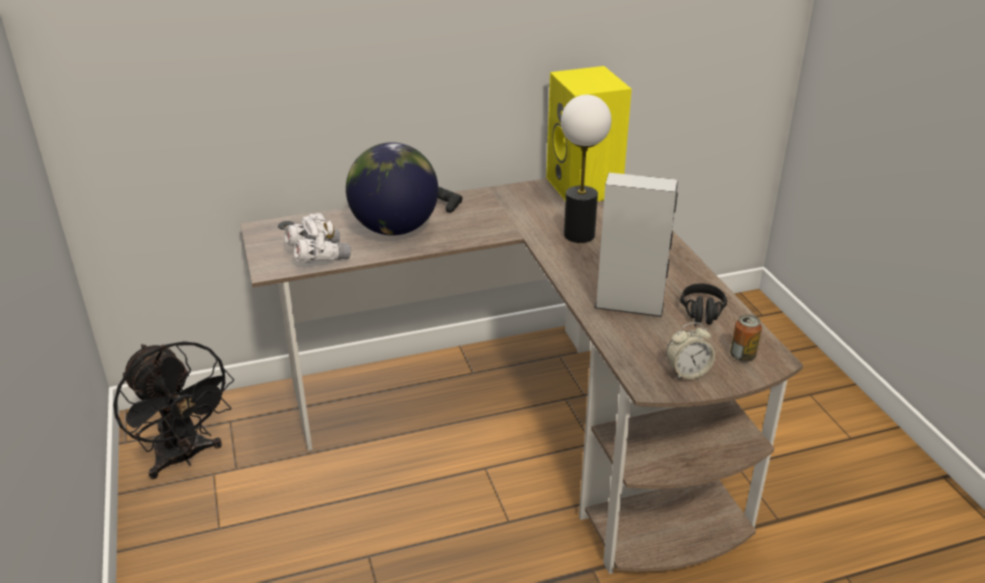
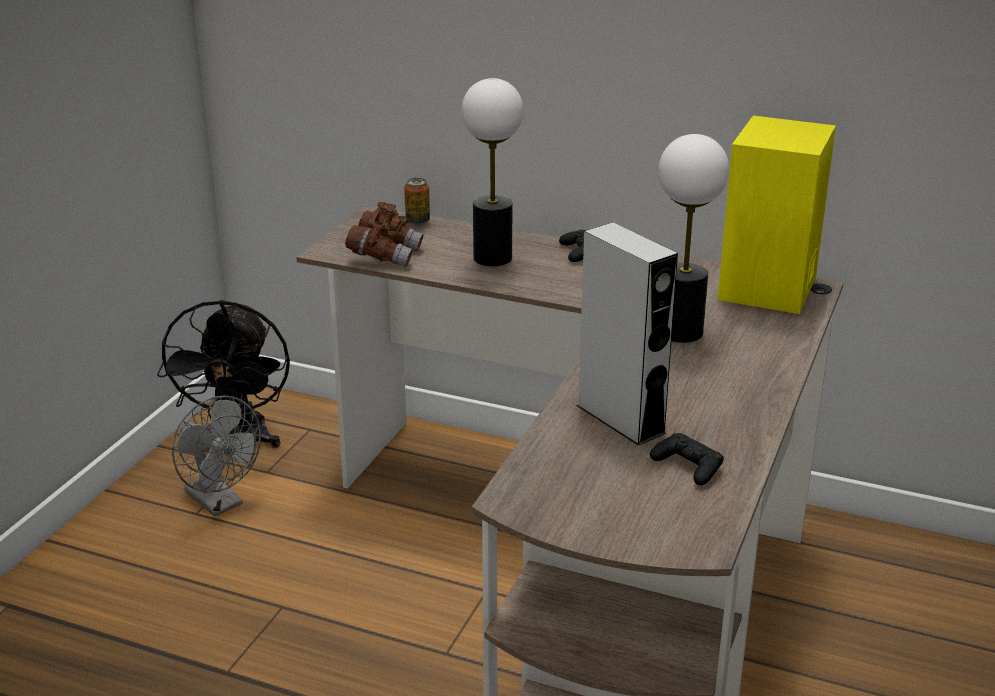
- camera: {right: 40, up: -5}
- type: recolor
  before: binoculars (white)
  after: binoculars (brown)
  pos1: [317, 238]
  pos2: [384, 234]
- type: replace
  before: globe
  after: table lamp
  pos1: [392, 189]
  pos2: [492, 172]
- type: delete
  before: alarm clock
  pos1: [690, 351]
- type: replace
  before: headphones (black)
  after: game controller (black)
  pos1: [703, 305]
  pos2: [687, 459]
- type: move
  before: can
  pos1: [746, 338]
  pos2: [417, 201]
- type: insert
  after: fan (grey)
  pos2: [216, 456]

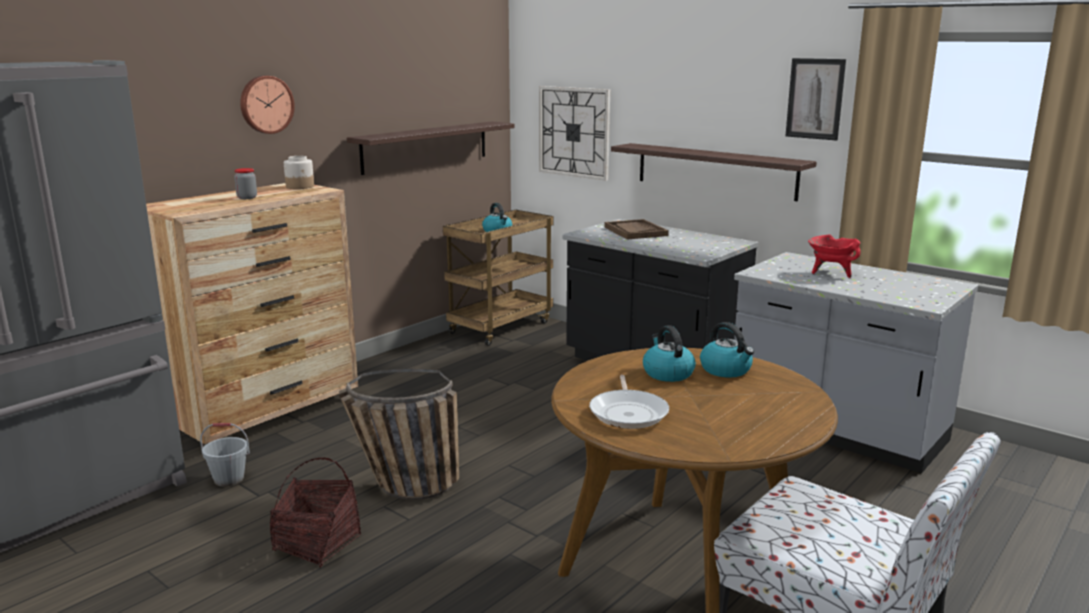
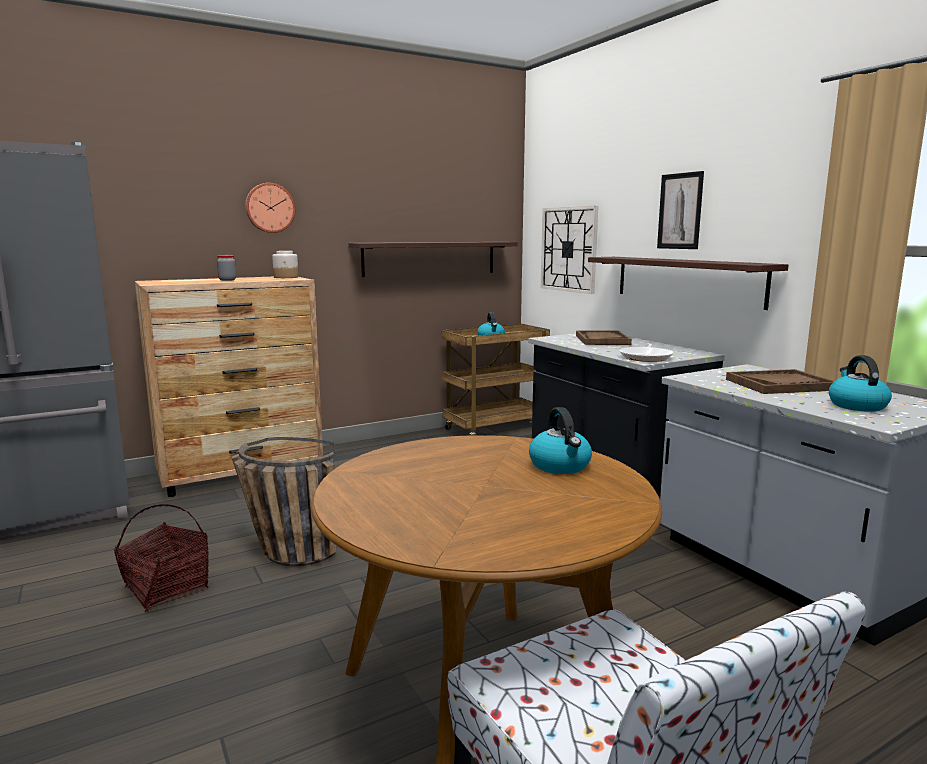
- camera: {right: 20, up: -5}
- type: delete
  before: bucket (grey)
  pos1: [225, 454]
- type: move
  before: frying pan
  pos1: [629, 402]
  pos2: [646, 352]
- type: move
  before: kettle
  pos1: [669, 353]
  pos2: [860, 383]
- type: move
  before: picture
  pos1: [816, 99]
  pos2: [680, 210]
- type: replace
  before: cooking pot (red)
  after: tray (brown)
  pos1: [834, 256]
  pos2: [780, 381]

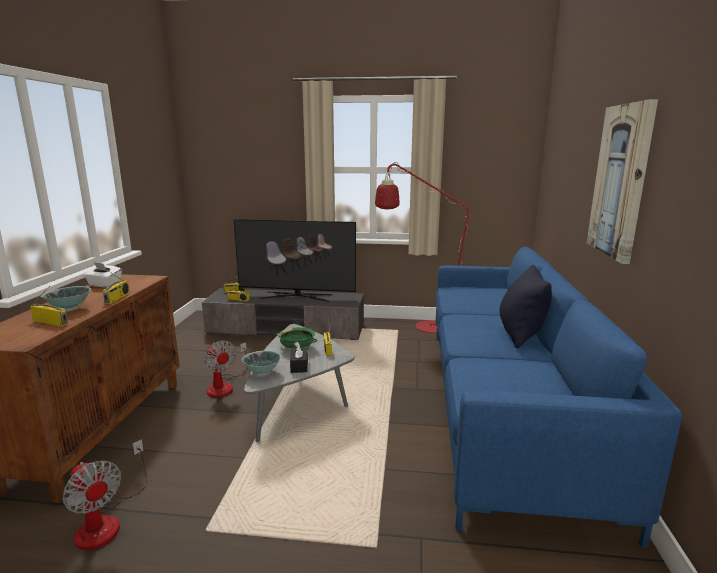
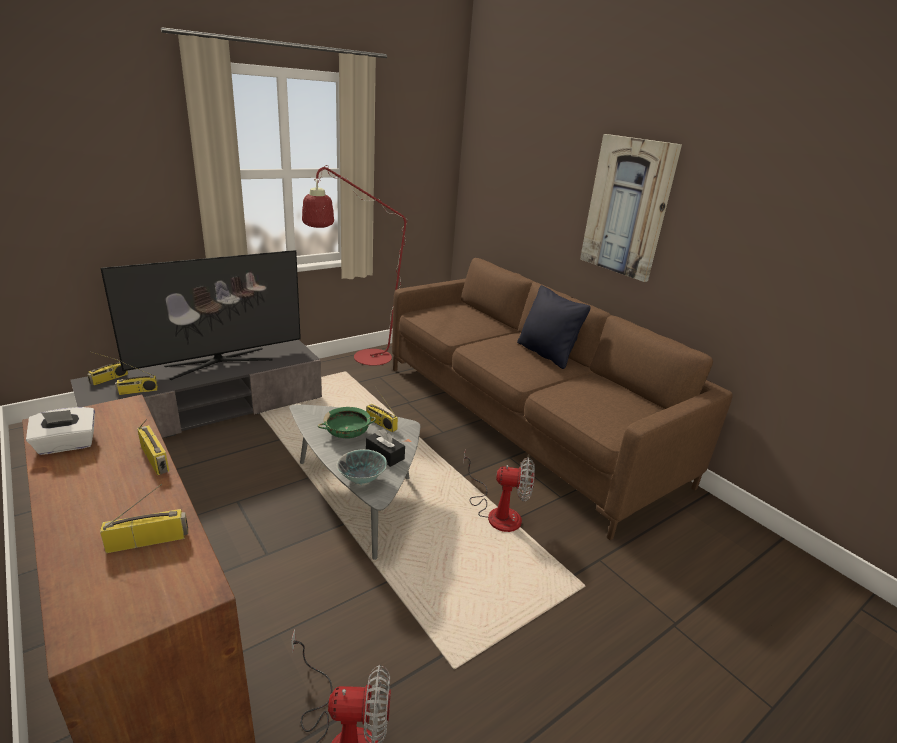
- camera: {right: -45, up: 10}
- type: delete
  before: bowl
  pos1: [66, 299]
- type: move
  before: fan
  pos1: [226, 369]
  pos2: [499, 490]
- type: recolor
  before: sofa (blue)
  after: sofa (brown)
  pos1: [559, 397]
  pos2: [562, 399]

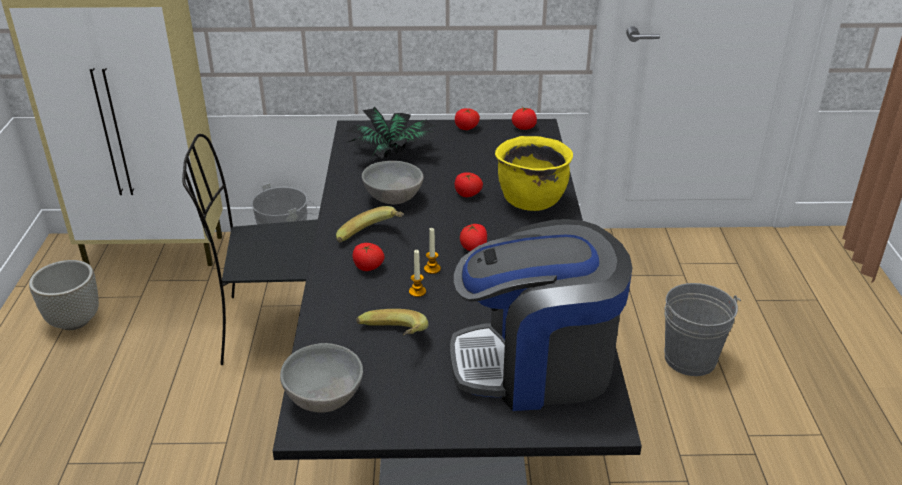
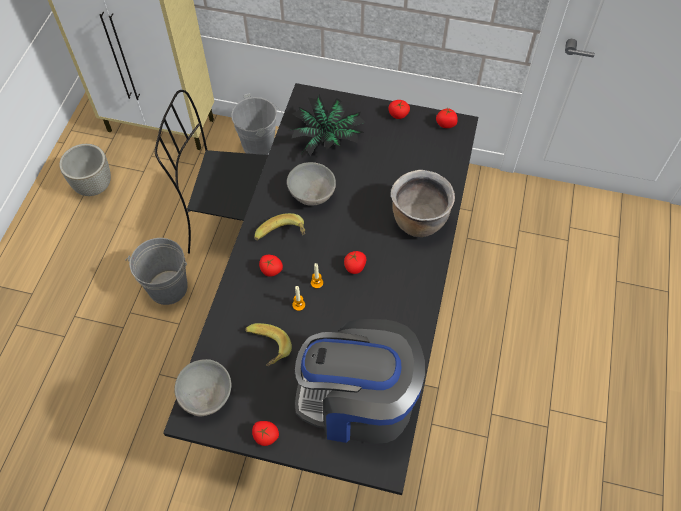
- camera: {right: 15, up: 25}
- type: move
  before: tomato
  pos1: [469, 184]
  pos2: [265, 433]
- type: recolor
  before: cooking pot (yellow)
  after: cooking pot (brown)
  pos1: [534, 173]
  pos2: [423, 203]
- type: move
  before: bucket (grey)
  pos1: [702, 329]
  pos2: [156, 271]

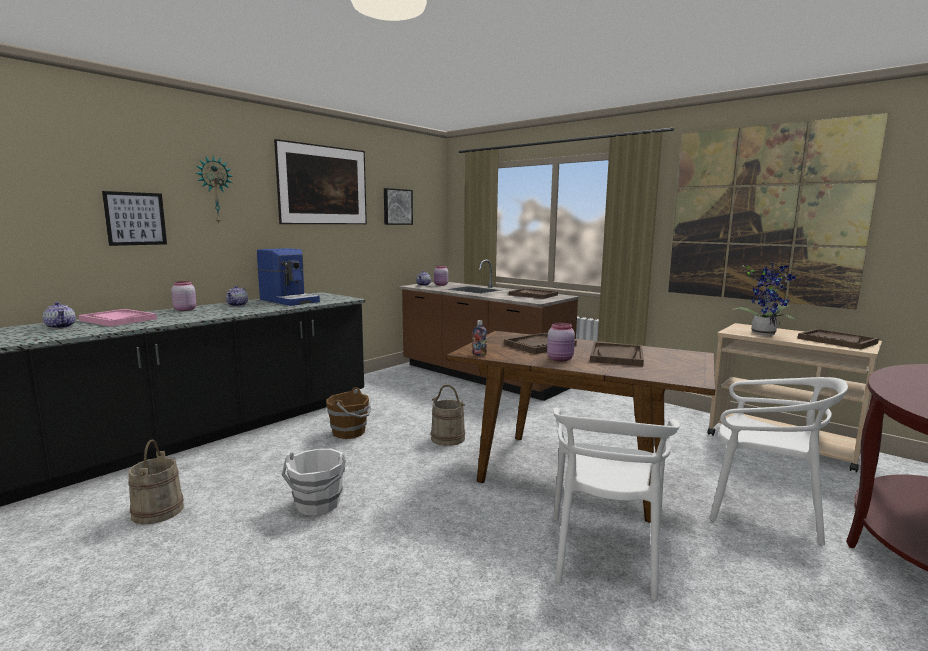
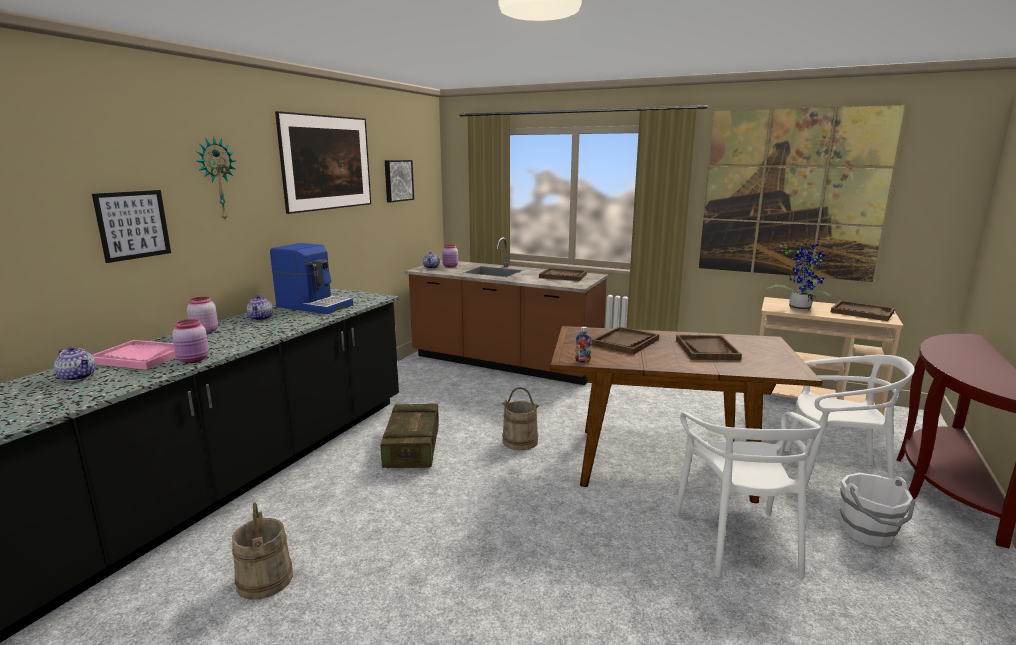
- camera: {right: -15, up: 5}
- type: move
  before: bucket (white)
  pos1: [314, 482]
  pos2: [877, 510]
- type: replace
  before: bucket (brown)
  after: crate
  pos1: [348, 413]
  pos2: [409, 436]
- type: move
  before: jar (pink)
  pos1: [561, 342]
  pos2: [190, 341]

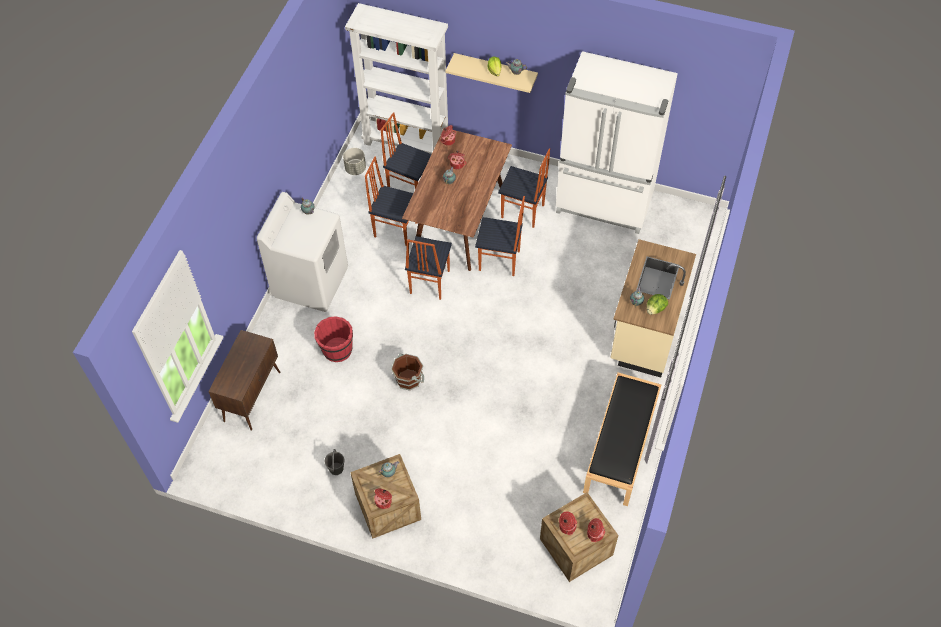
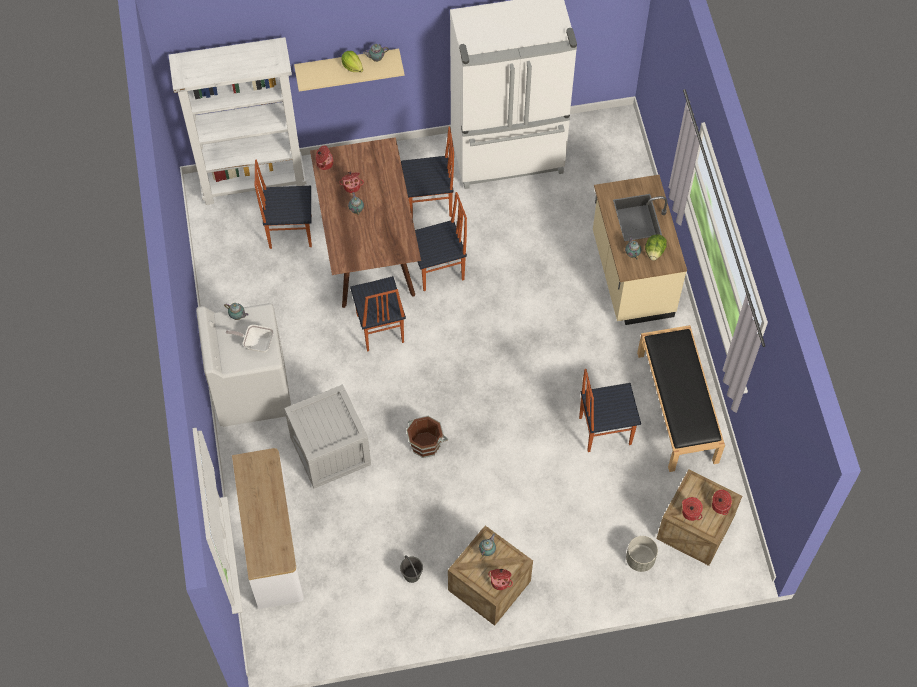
- camera: {right: -30, up: 5}
- type: replace
  before: cabinet (brown)
  after: console table
  pos1: [244, 380]
  pos2: [268, 528]
- type: replace
  before: bucket (red)
  after: crate
  pos1: [333, 339]
  pos2: [327, 436]
- type: move
  before: planter (grey)
  pos1: [354, 161]
  pos2: [642, 554]
- type: move
  before: chair
  pos1: [391, 201]
  pos2: [610, 410]
- type: insert
  after: frying pan
  pos2: [250, 338]

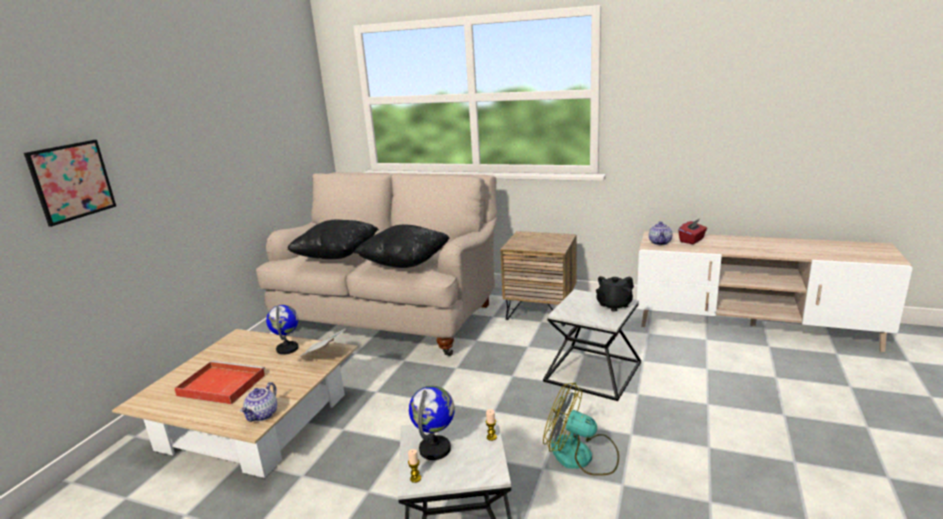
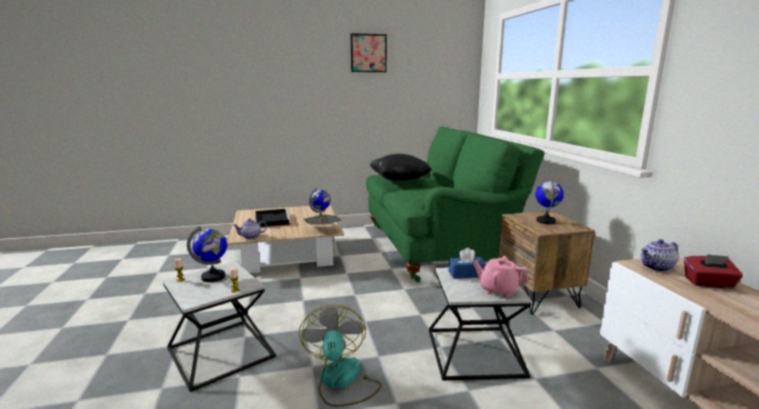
- camera: {right: 55, up: -5}
- type: move
  before: picture
  pos1: [70, 183]
  pos2: [369, 52]
- type: recolor
  before: tray (red)
  after: tray (black)
  pos1: [219, 383]
  pos2: [273, 218]
- type: recolor
  before: sofa (beige)
  after: sofa (green)
  pos1: [376, 264]
  pos2: [455, 204]
- type: delete
  before: pillow (black)
  pos1: [402, 246]
- type: recolor
  before: teapot (black)
  after: teapot (pink)
  pos1: [615, 294]
  pos2: [500, 277]
- type: insert
  after: tissue box (blue)
  pos2: [467, 263]
- type: insert
  after: globe
  pos2: [550, 202]

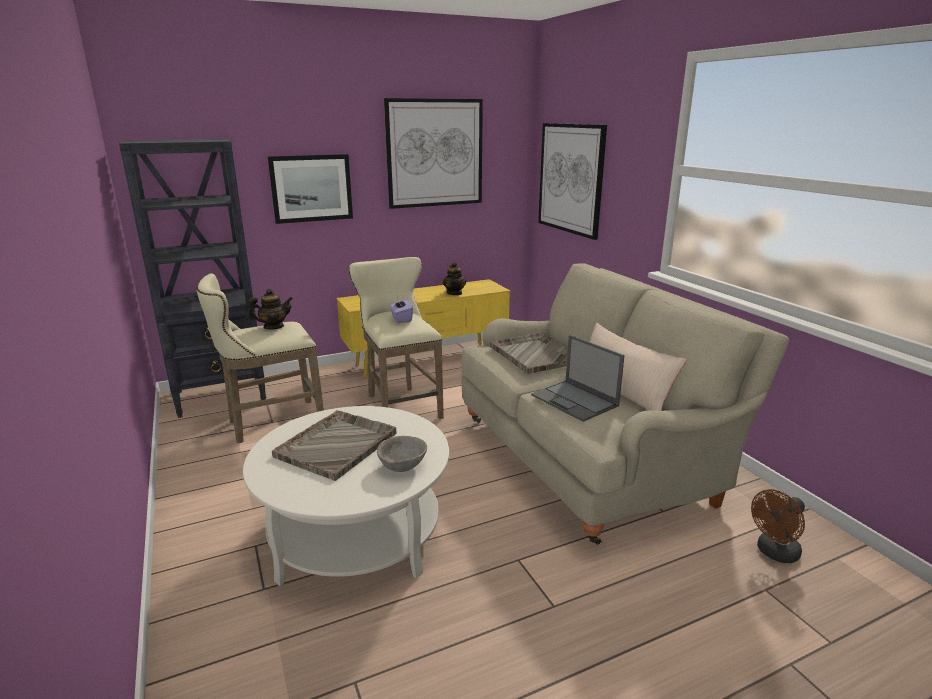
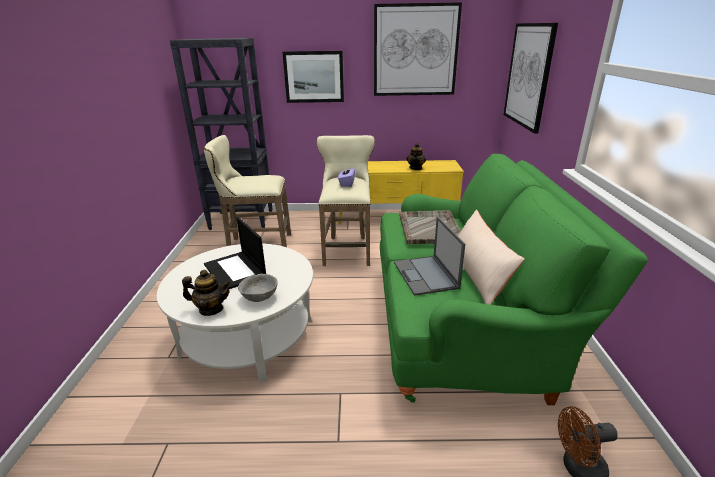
- camera: {right: 25, up: 5}
- type: move
  before: teapot
  pos1: [270, 309]
  pos2: [206, 293]
- type: replace
  before: tray (grey)
  after: laptop
  pos1: [334, 445]
  pos2: [235, 253]
- type: recolor
  before: sofa (beige)
  after: sofa (green)
  pos1: [625, 404]
  pos2: [514, 279]

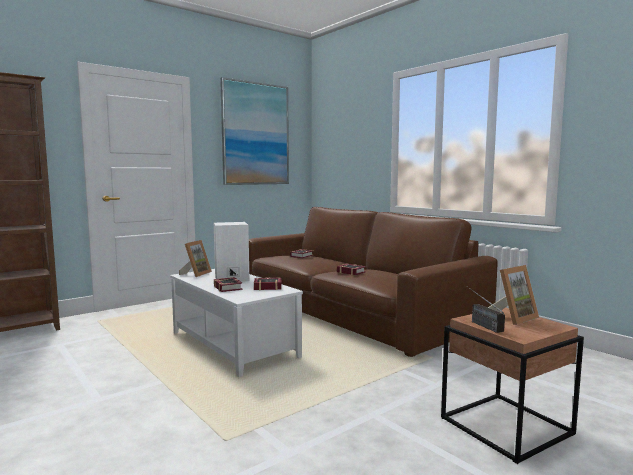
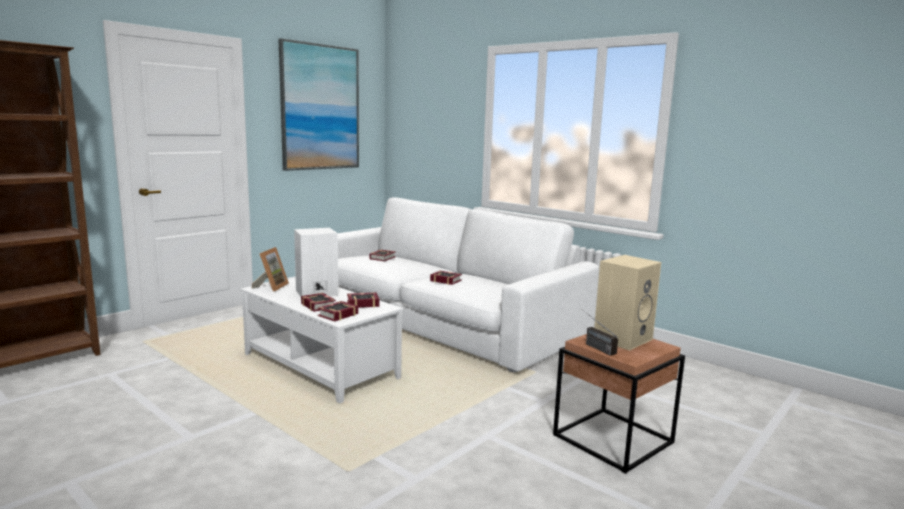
- camera: {right: -10, up: 5}
- type: recolor
  before: sofa (brown)
  after: sofa (white)
  pos1: [373, 282]
  pos2: [468, 284]
- type: replace
  before: picture frame
  after: speaker (beige)
  pos1: [513, 295]
  pos2: [627, 303]
- type: insert
  after: book
  pos2: [337, 311]

